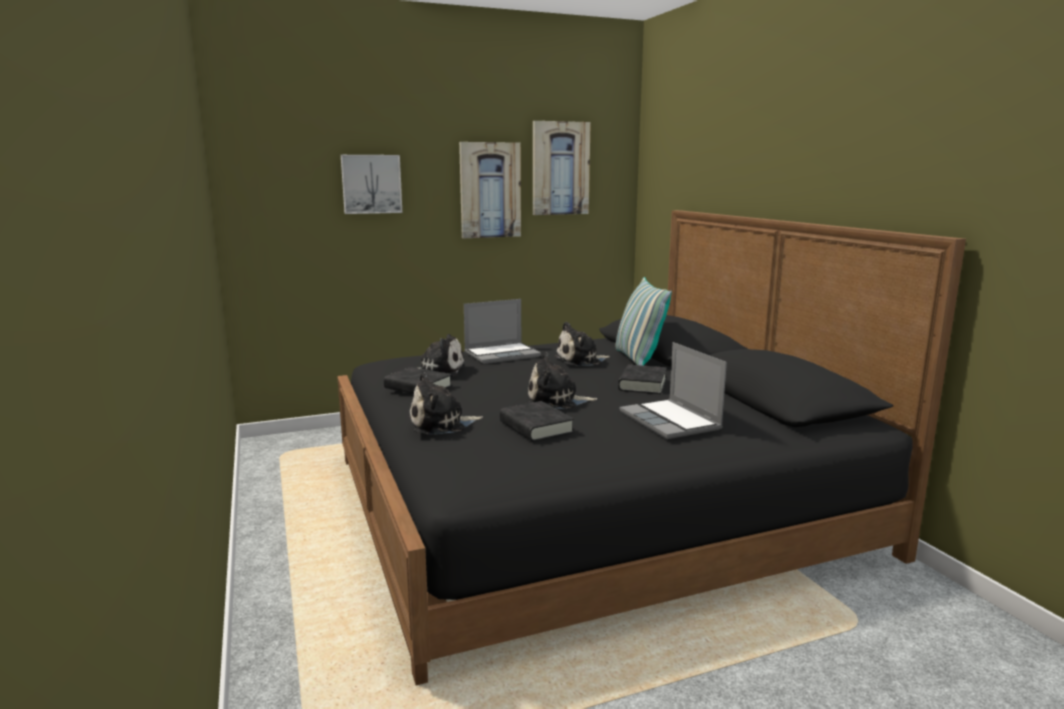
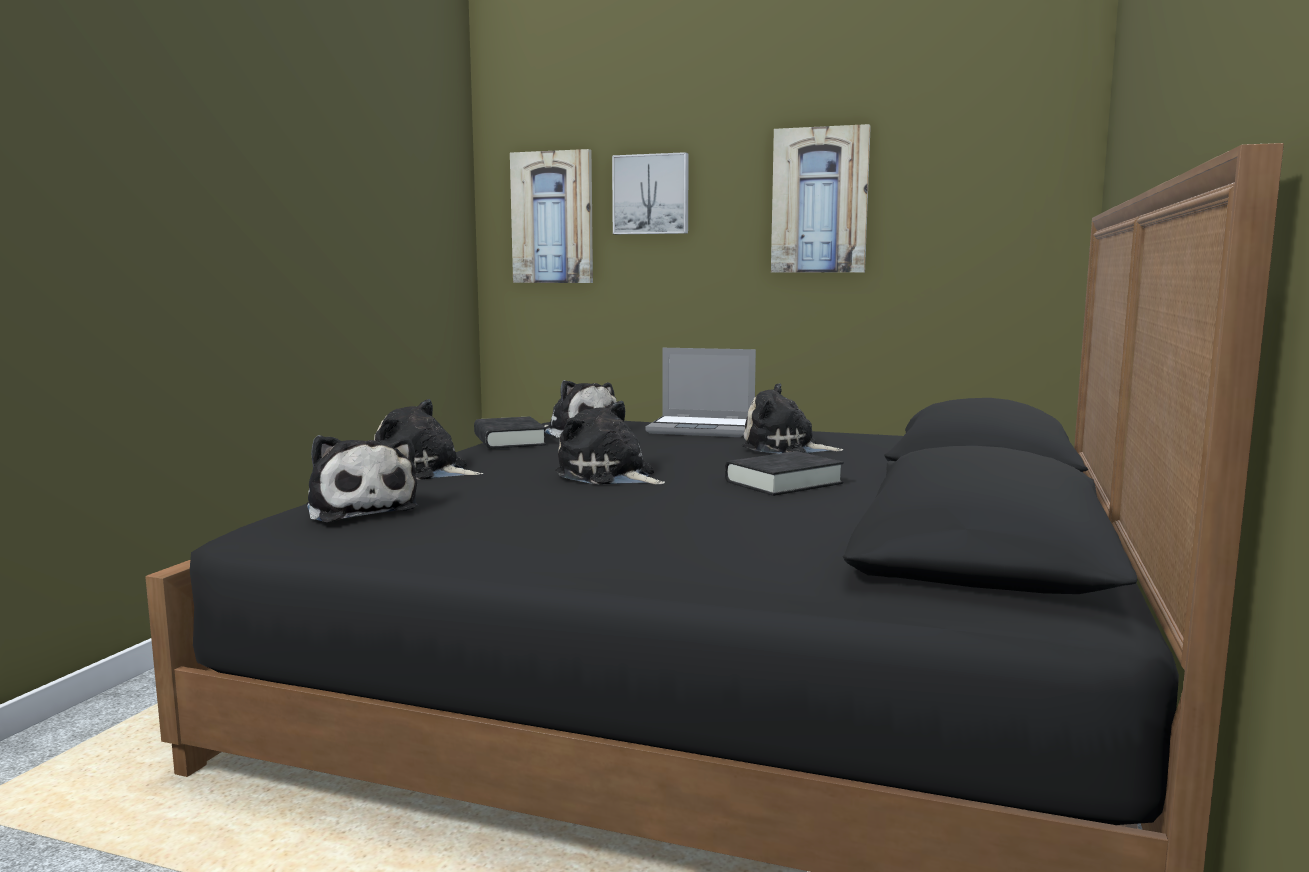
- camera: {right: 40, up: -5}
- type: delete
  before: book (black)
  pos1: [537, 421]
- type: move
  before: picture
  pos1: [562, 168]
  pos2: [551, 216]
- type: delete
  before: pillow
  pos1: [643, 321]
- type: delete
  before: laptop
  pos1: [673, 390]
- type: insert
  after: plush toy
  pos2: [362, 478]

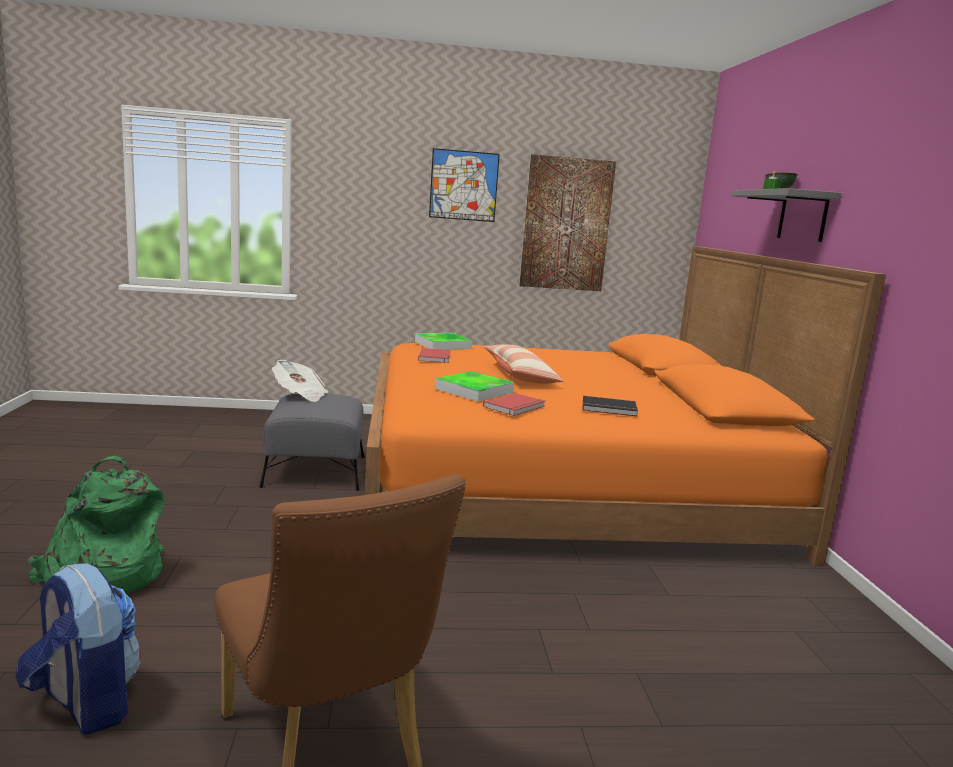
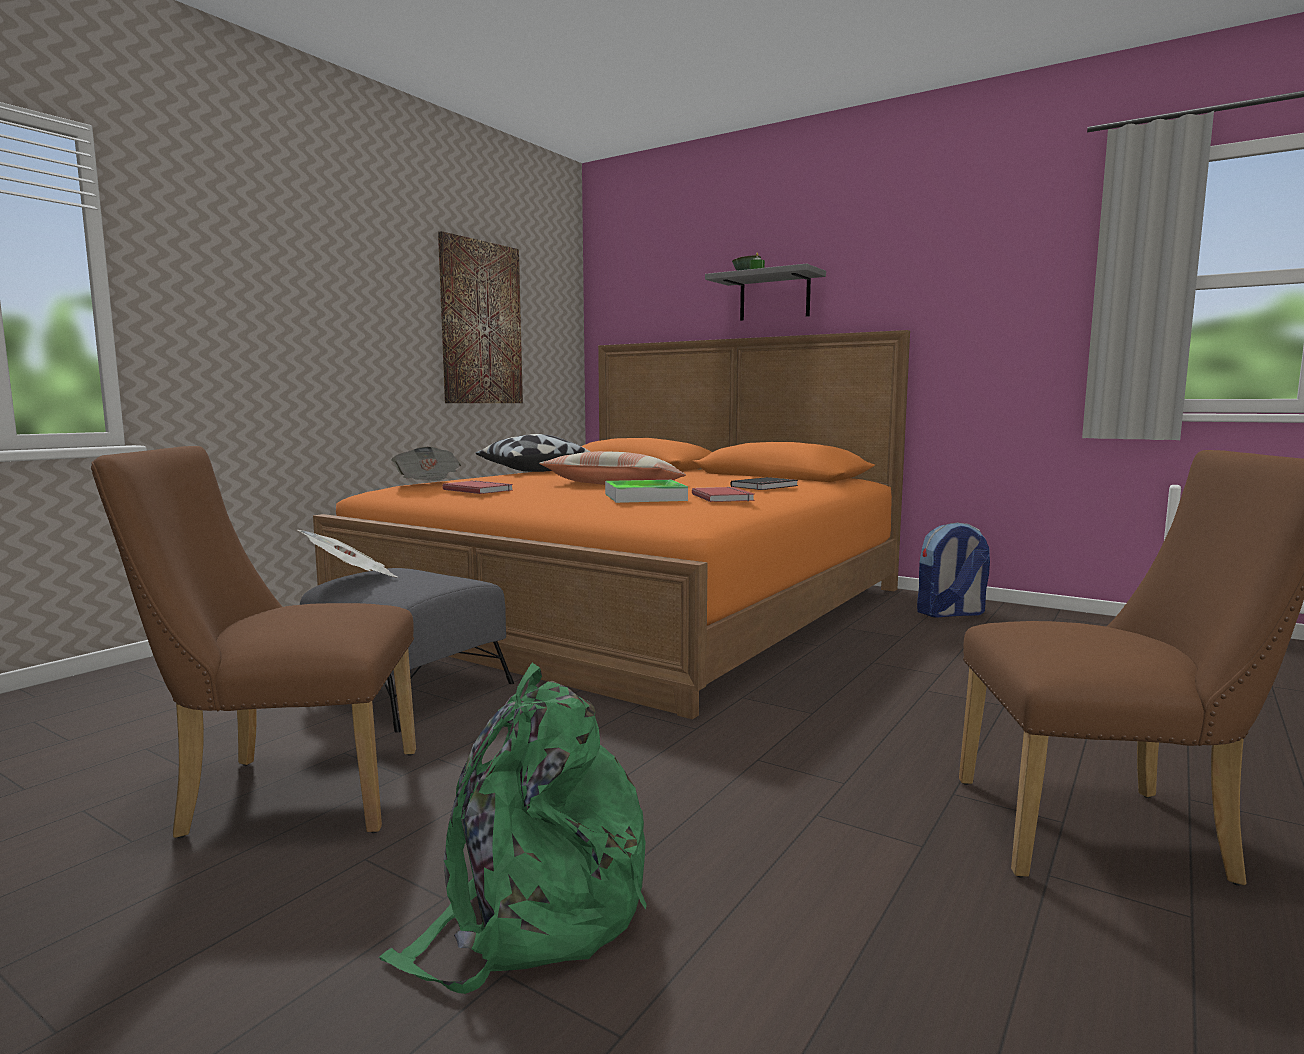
- camera: {right: -50, up: -5}
- type: move
  before: backpack
  pos1: [78, 648]
  pos2: [953, 570]
- type: replace
  before: tray
  after: newspaper
  pos1: [443, 341]
  pos2: [426, 464]
- type: delete
  before: picture
  pos1: [464, 185]
- type: insert
  after: chair (brown)
  pos2: [253, 642]
- type: insert
  after: pillow
  pos2: [533, 453]

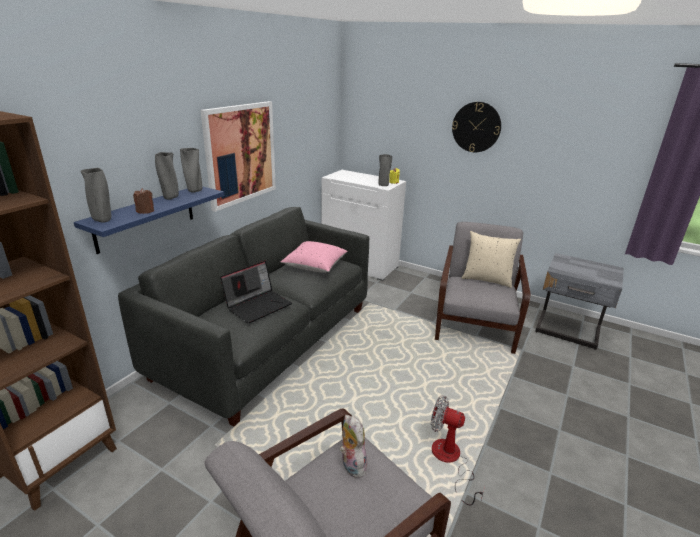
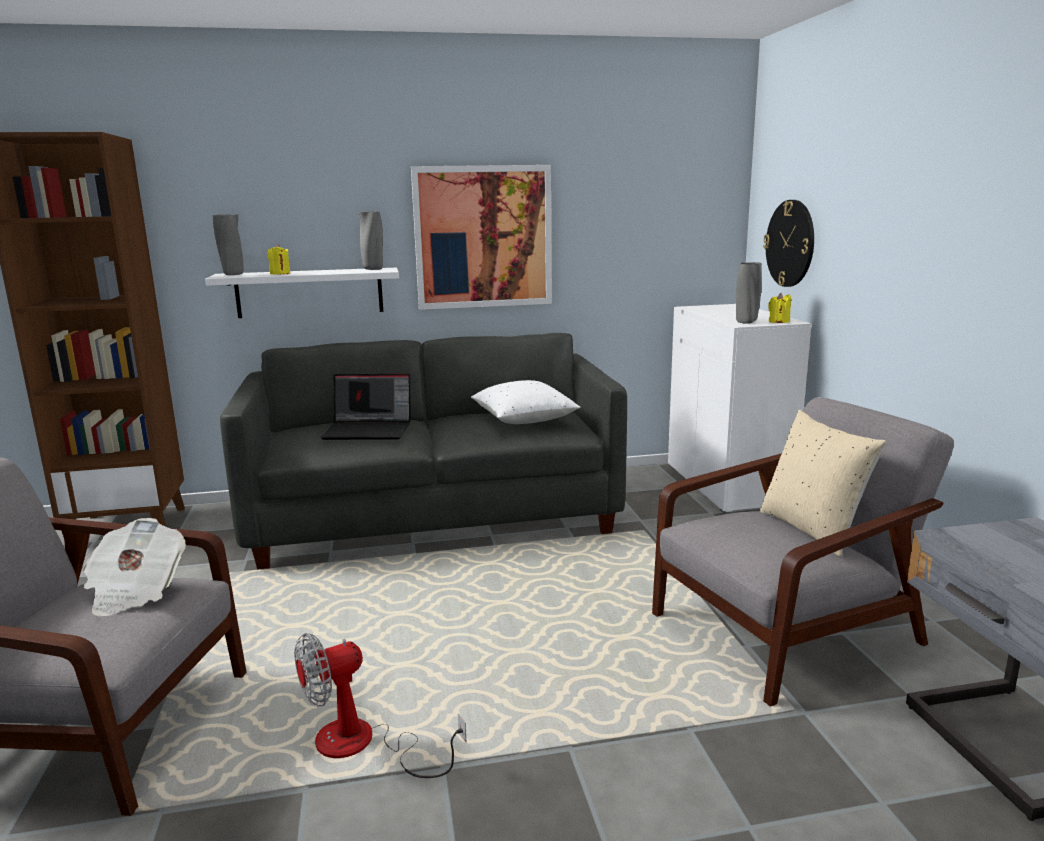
- camera: {right: 50, up: -10}
- type: recolor
  before: shelf (blue)
  after: shelf (white)
  pos1: [149, 220]
  pos2: [302, 293]
- type: recolor
  before: candle (brown)
  after: candle (yellow)
  pos1: [143, 201]
  pos2: [279, 259]
- type: delete
  before: vase (grey)
  pos1: [167, 176]
- type: recolor
  before: pillow (pink)
  after: pillow (white)
  pos1: [314, 257]
  pos2: [525, 402]
- type: replace
  before: plush toy
  after: newspaper
  pos1: [354, 446]
  pos2: [134, 567]
- type: rotate
  before: fan
  pos1: [458, 450]
  pos2: [380, 705]
  turn: -105
- type: move
  before: wall clock
  pos1: [476, 127]
  pos2: [788, 243]

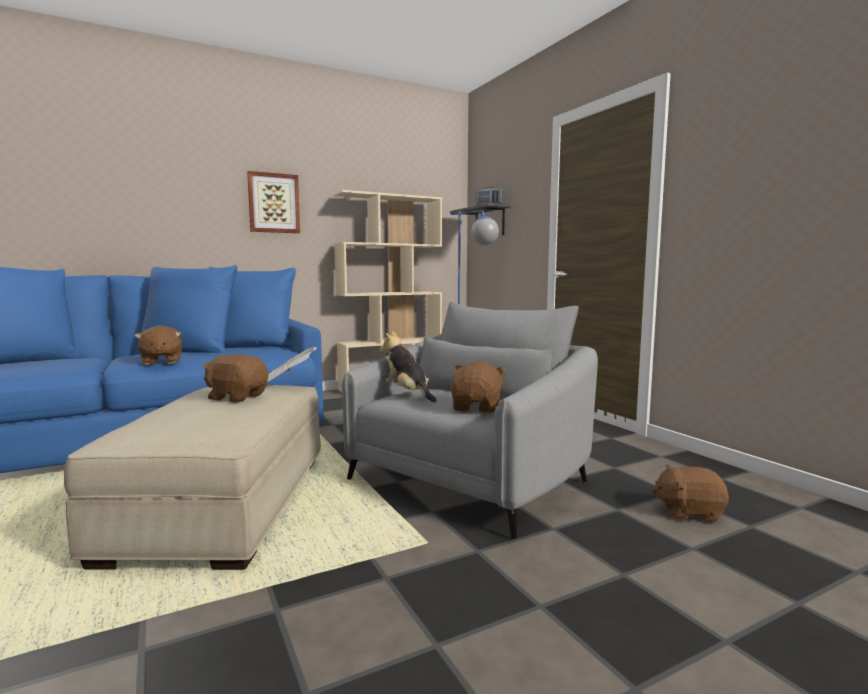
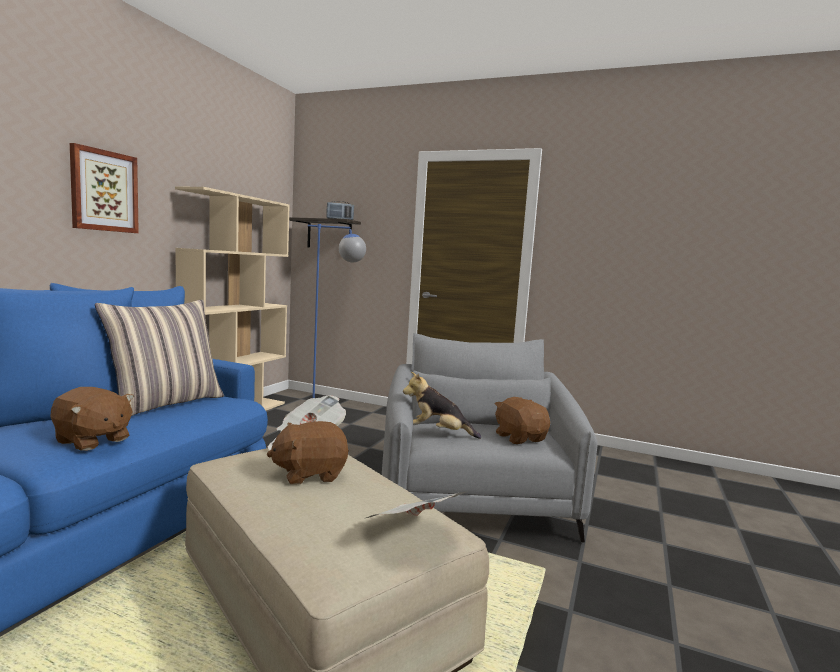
- camera: {right: -40, up: 0}
- type: delete
  before: plush toy (brown)
  pos1: [690, 494]
- type: insert
  after: pillow
  pos2: [159, 358]
- type: insert
  after: newspaper
  pos2: [414, 505]

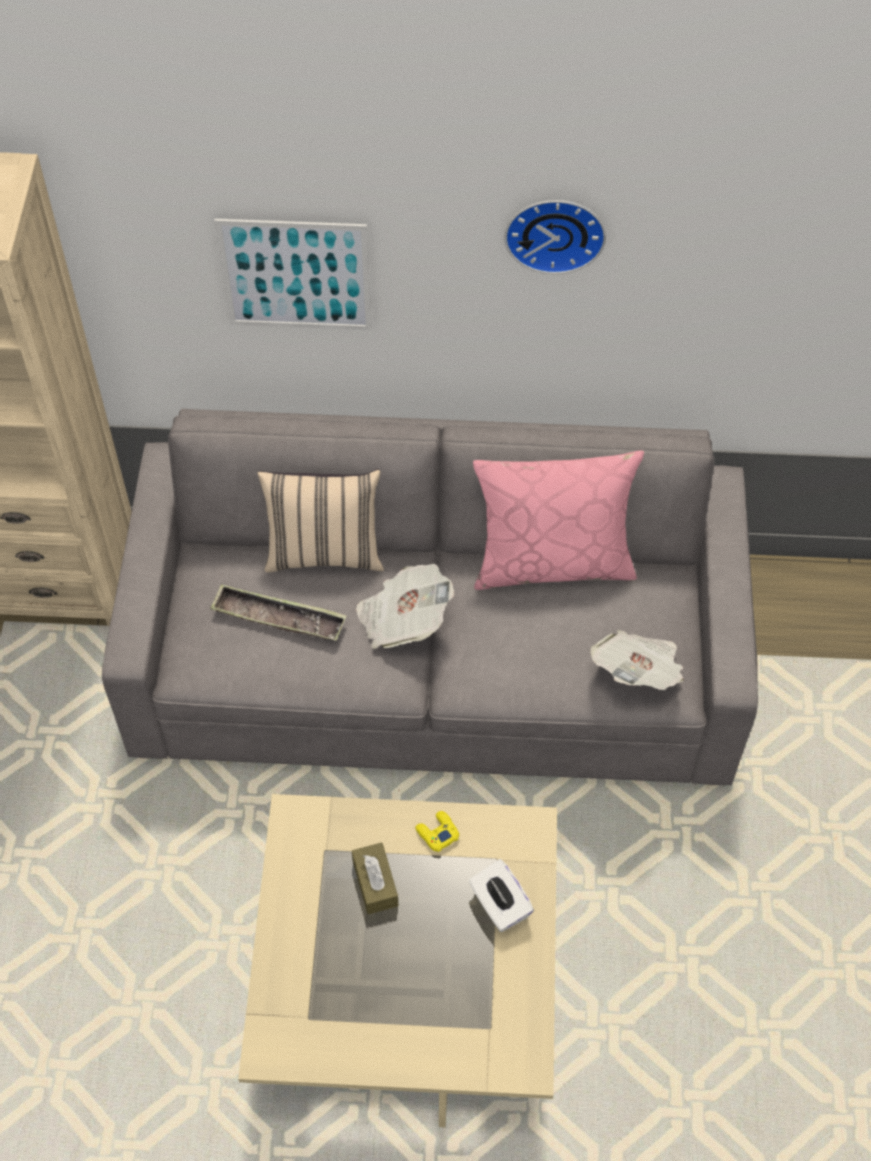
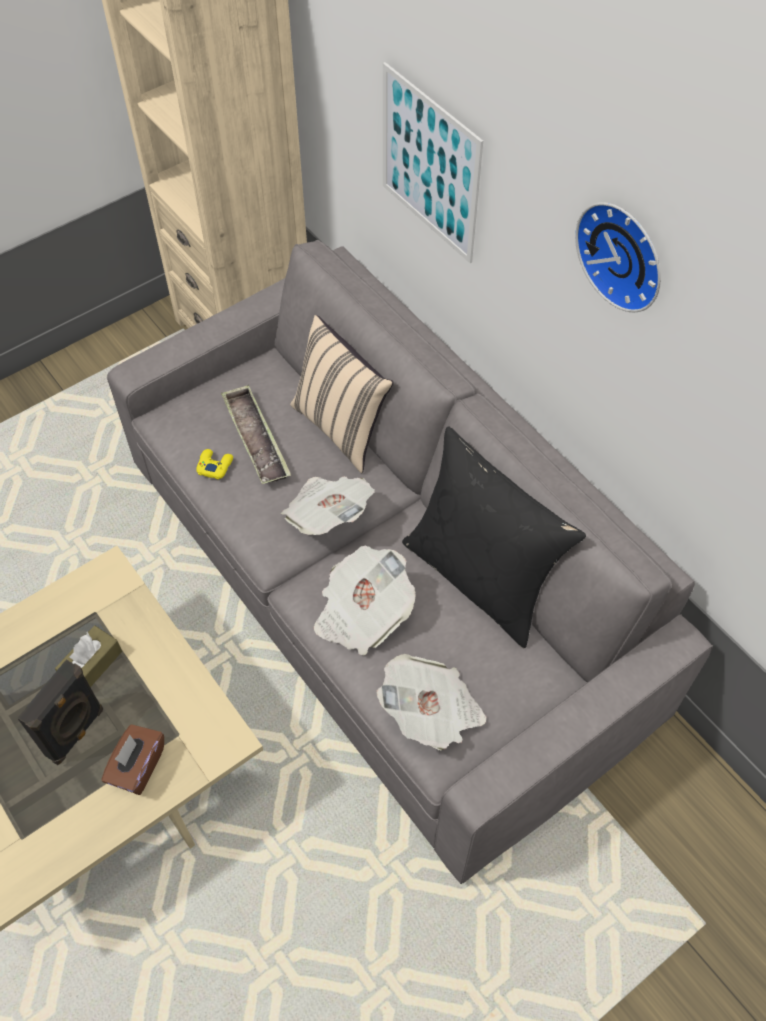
- camera: {right: 50, up: 0}
- type: move
  before: game controller (yellow)
  pos1: [437, 831]
  pos2: [214, 464]
- type: recolor
  before: tissue box (white)
  after: tissue box (brown)
  pos1: [501, 895]
  pos2: [132, 759]
- type: recolor
  before: pillow (pink)
  after: pillow (black)
  pos1: [558, 520]
  pos2: [494, 537]
- type: insert
  after: speaker (black)
  pos2: [60, 712]
- type: insert
  after: newspaper
  pos2: [365, 600]

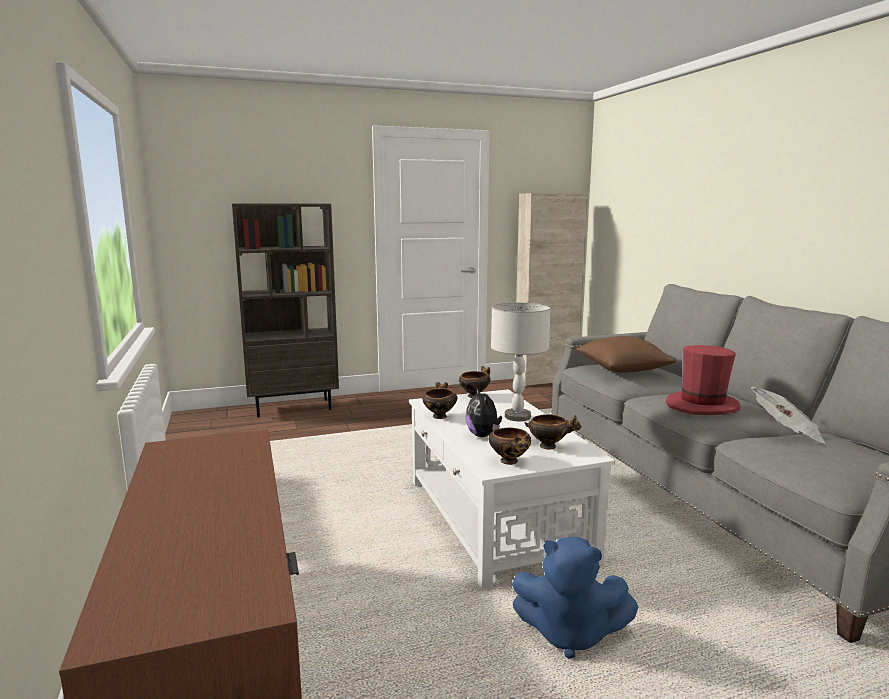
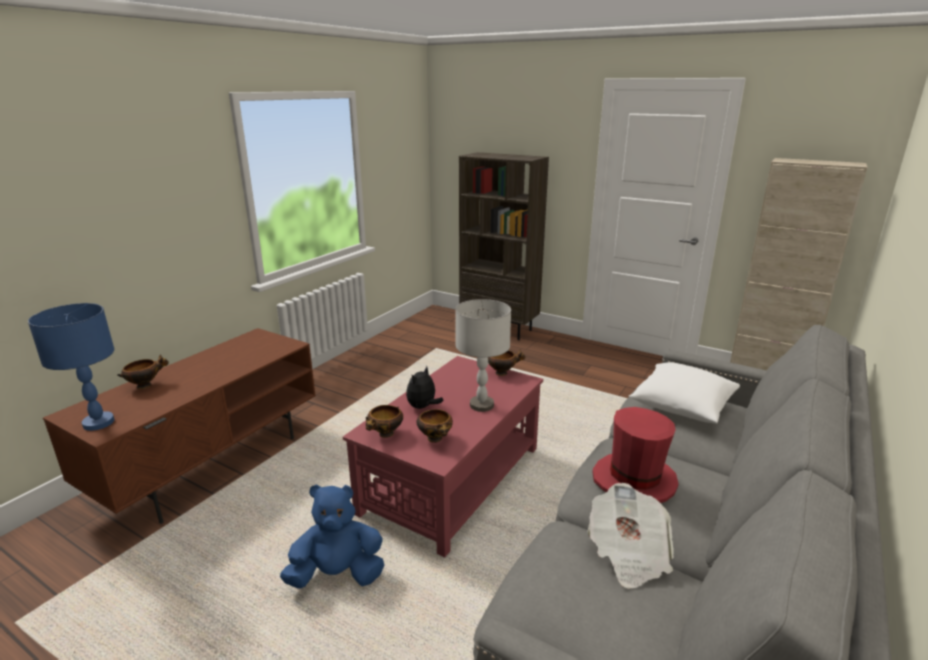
- camera: {right: 50, up: 10}
- type: recolor
  before: coffee table (white)
  after: coffee table (red)
  pos1: [512, 489]
  pos2: [443, 456]
- type: move
  before: bowl
  pos1: [439, 400]
  pos2: [143, 372]
- type: rotate
  before: plush toy (blue)
  pos1: [575, 598]
  pos2: [332, 536]
  turn: 105
- type: recolor
  before: pillow (brown)
  after: pillow (white)
  pos1: [626, 354]
  pos2: [684, 393]
- type: insert
  after: table lamp (blue)
  pos2: [71, 367]

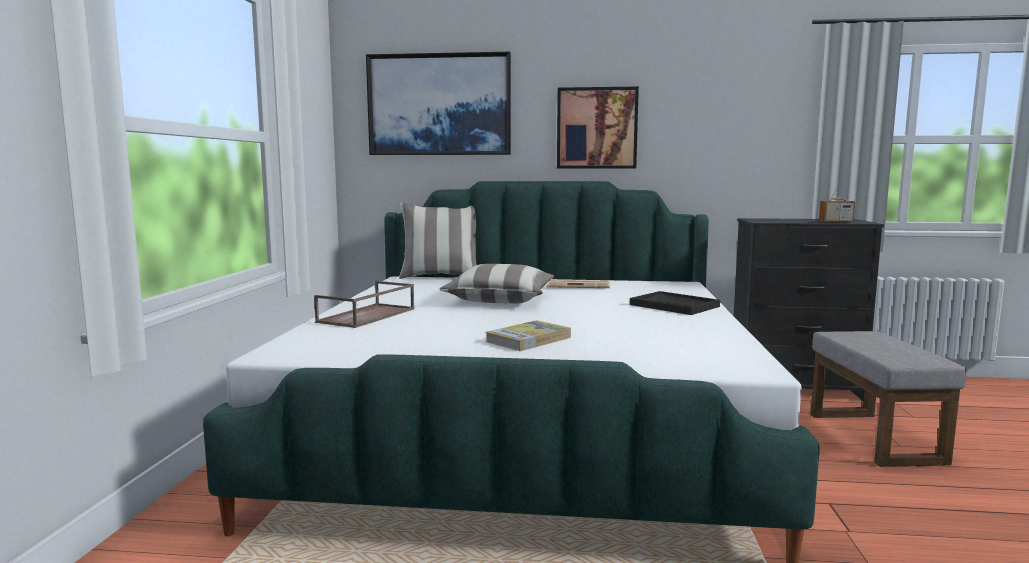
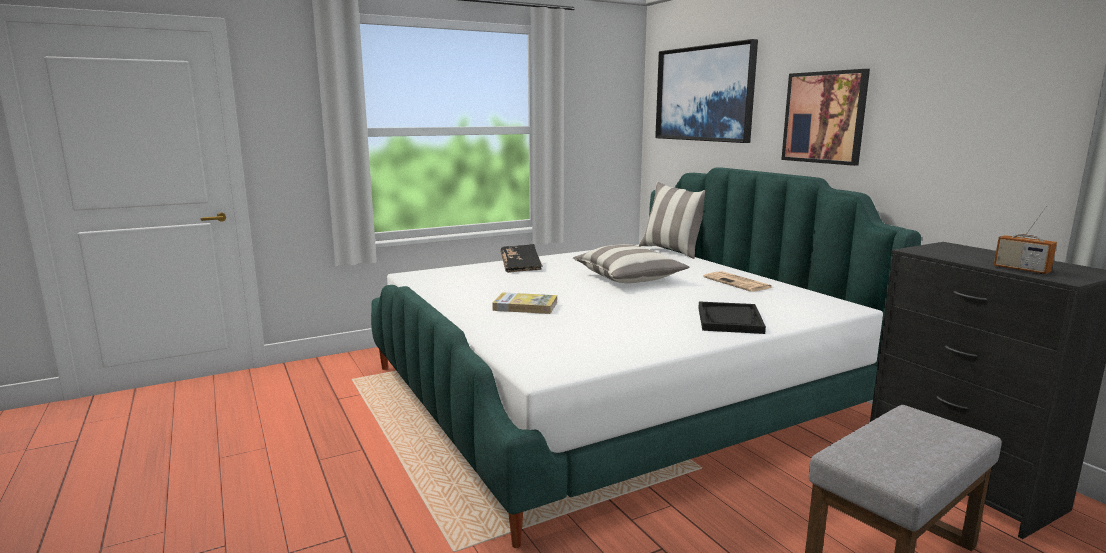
- camera: {right: 55, up: 5}
- type: replace
  before: tray (brown)
  after: book (black)
  pos1: [364, 304]
  pos2: [521, 258]

